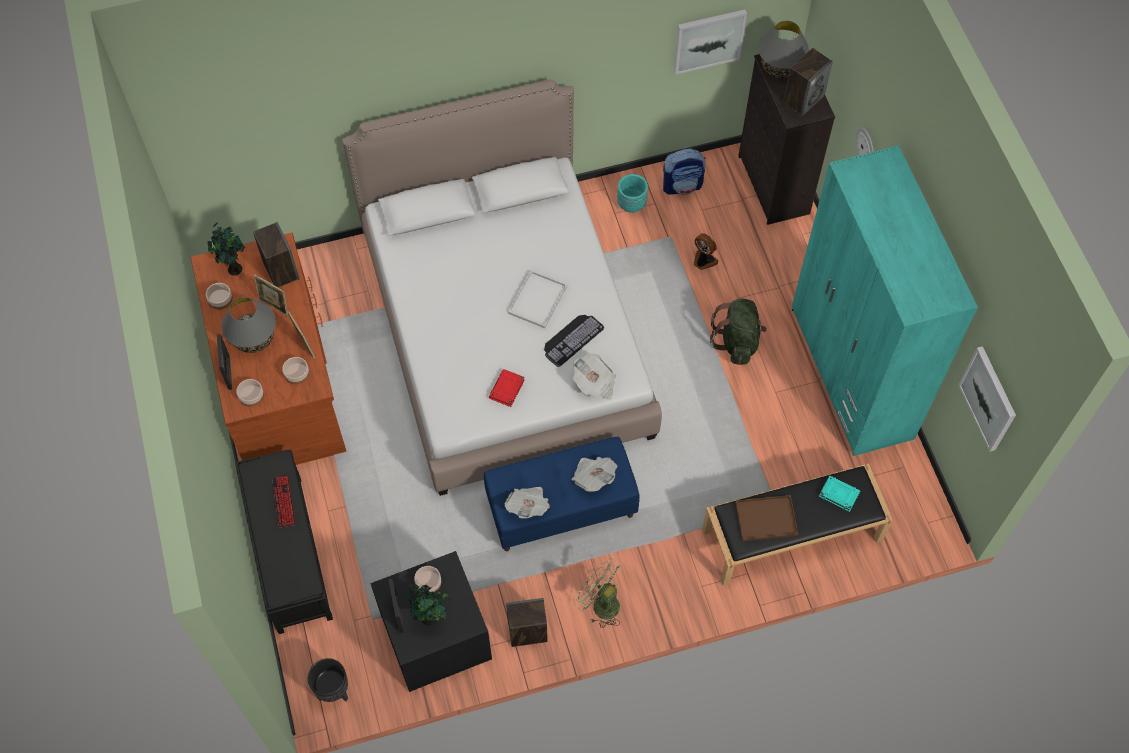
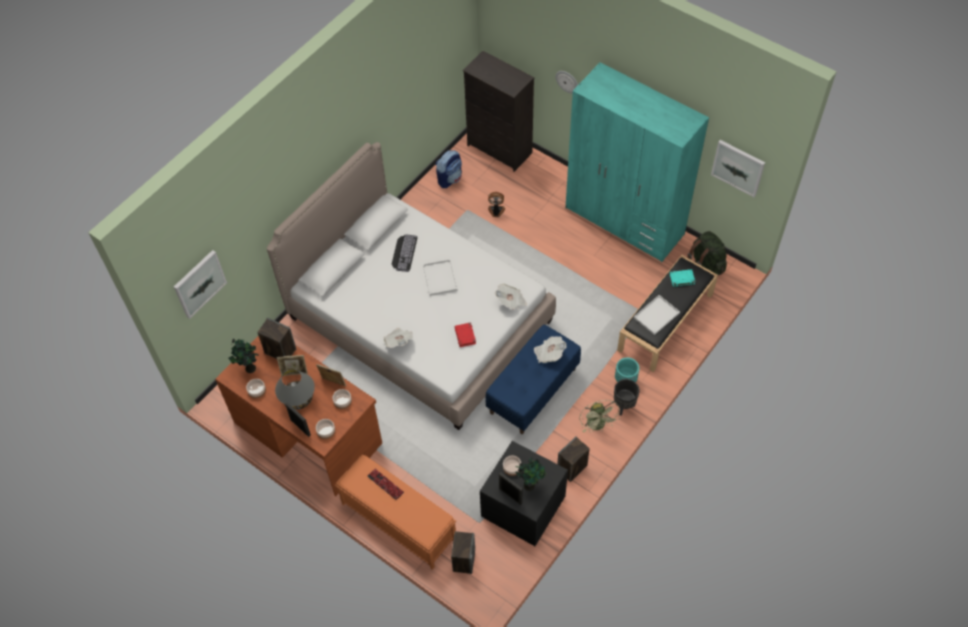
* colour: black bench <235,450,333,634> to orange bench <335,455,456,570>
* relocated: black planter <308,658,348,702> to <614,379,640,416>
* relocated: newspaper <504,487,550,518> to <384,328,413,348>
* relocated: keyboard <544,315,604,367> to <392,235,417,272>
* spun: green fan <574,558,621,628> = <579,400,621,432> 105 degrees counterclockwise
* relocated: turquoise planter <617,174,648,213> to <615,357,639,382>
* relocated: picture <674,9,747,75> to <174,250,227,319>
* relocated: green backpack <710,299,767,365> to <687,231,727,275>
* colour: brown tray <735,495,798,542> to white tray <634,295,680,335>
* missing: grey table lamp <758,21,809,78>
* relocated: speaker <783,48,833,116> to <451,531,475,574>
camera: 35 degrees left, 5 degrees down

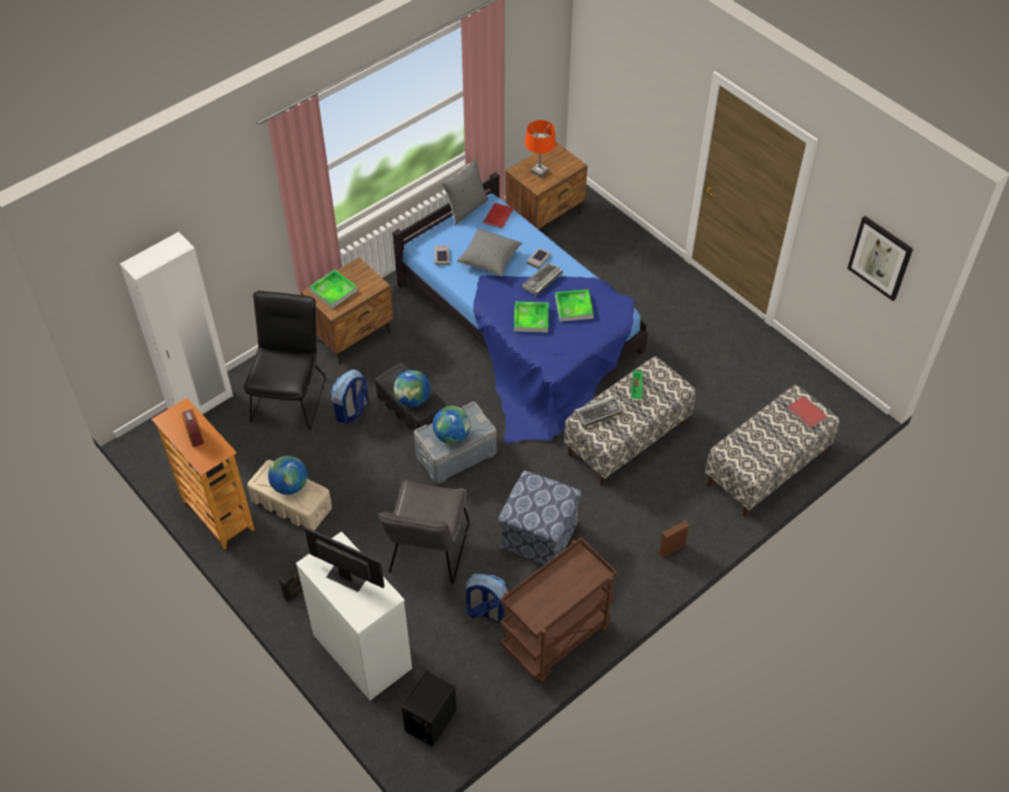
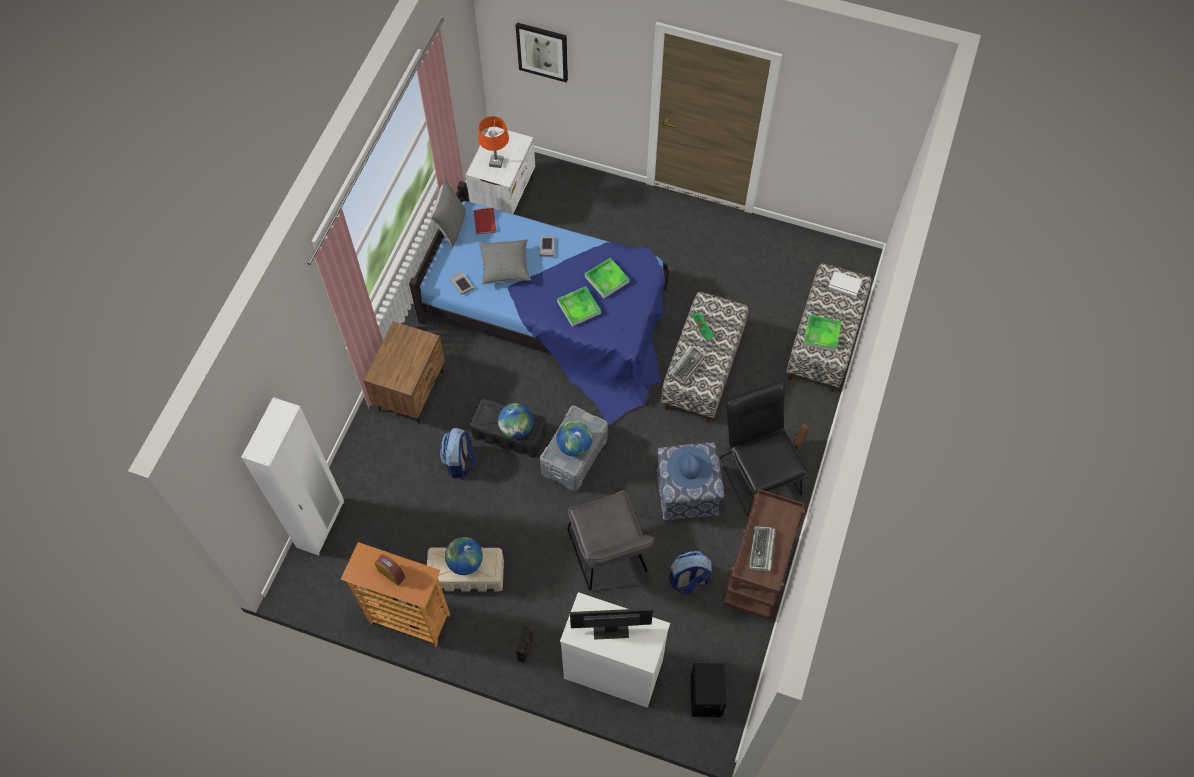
* relocated: black chair <244,291,326,430> to <720,382,808,516>
* relocated: tray <309,269,358,309> to <803,314,842,352>
* colour: brown nightstand <505,142,588,230> to white nightstand <466,127,535,214>
* relocated: keyboard <522,263,563,296> to <749,526,776,572>
* colour: red book <787,396,827,429> to white book <828,271,862,298>
* relocated: picture <847,216,913,301> to <516,23,568,83>
* appeared: blue hat <667,446,713,489>
camera: 30 degrees left, 10 degrees up

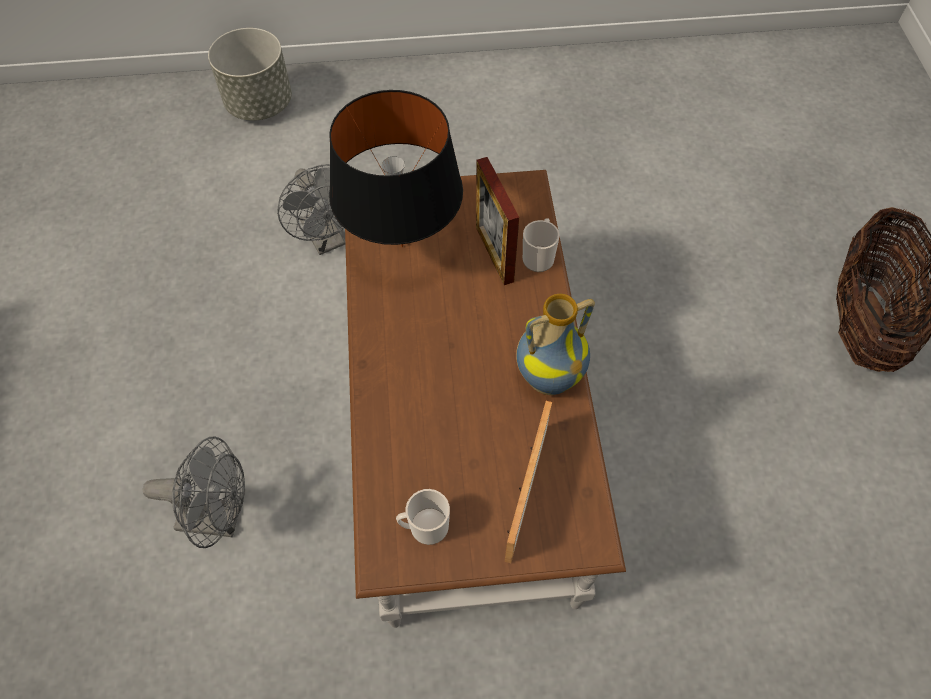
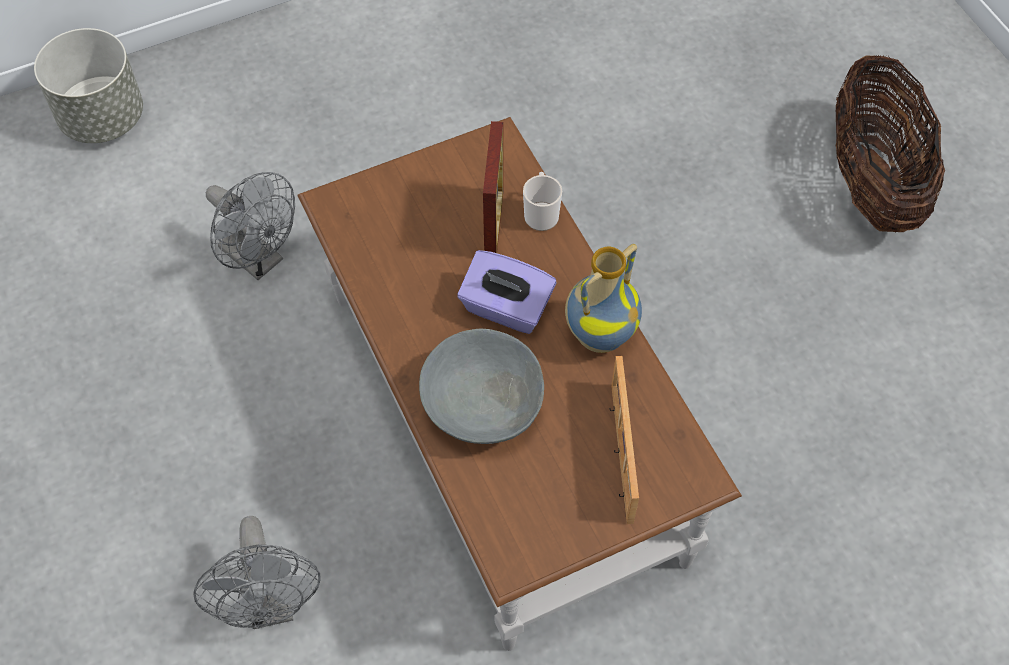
* spun: grey fan <142,437,245,548> = <193,516,321,629> 90 degrees clockwise
* missing: black table lamp <329,90,463,247>
* missing: mug <396,489,450,545>
* spun: picture frame <476,157,519,285> = <483,121,503,253> 135 degrees counterclockwise
* appeared: grey bowl <419,329,544,444>
* appeared: purple tissue box <457,250,556,334>
camera: 20 degrees left, 0 degrees up

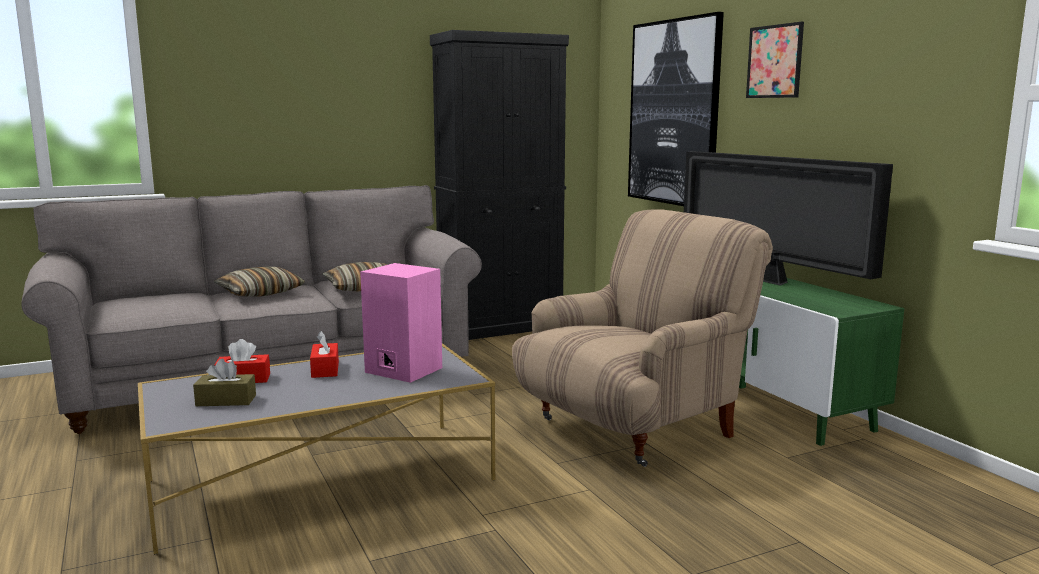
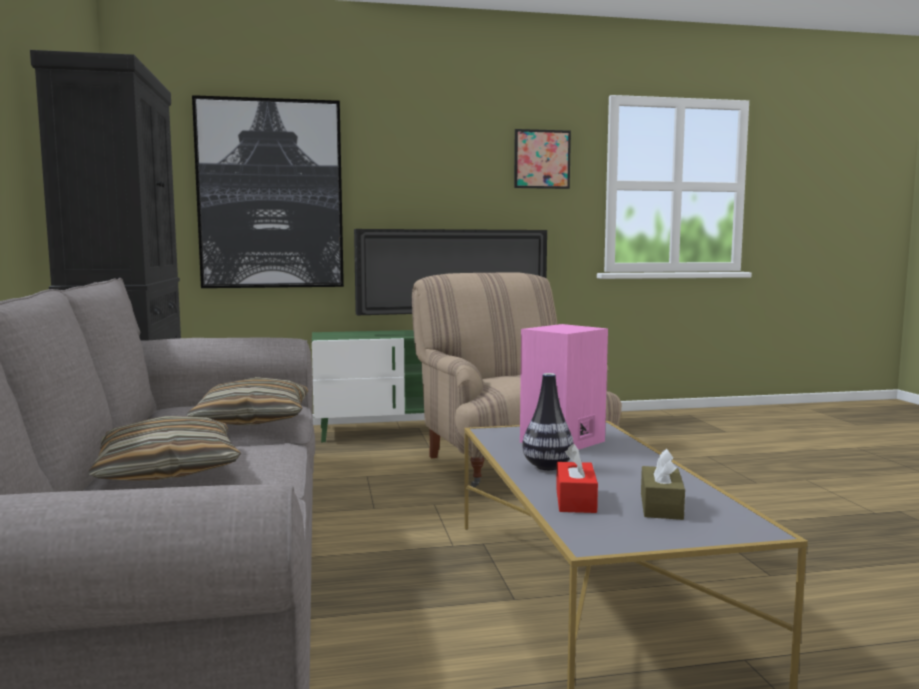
* exchanged: red tissue box <310,331,339,378> to vase <522,373,574,470>
* relocated: picture <746,22,804,98> to <514,129,571,189>
camera: 75 degrees left, 5 degrees down

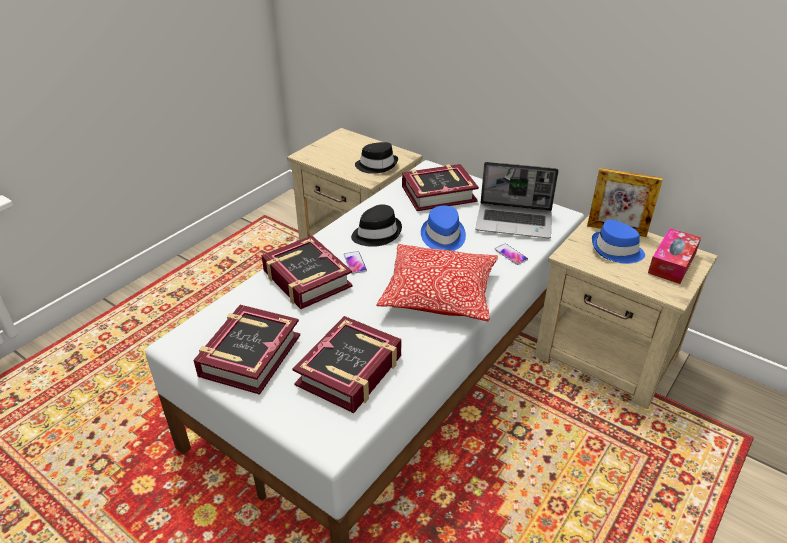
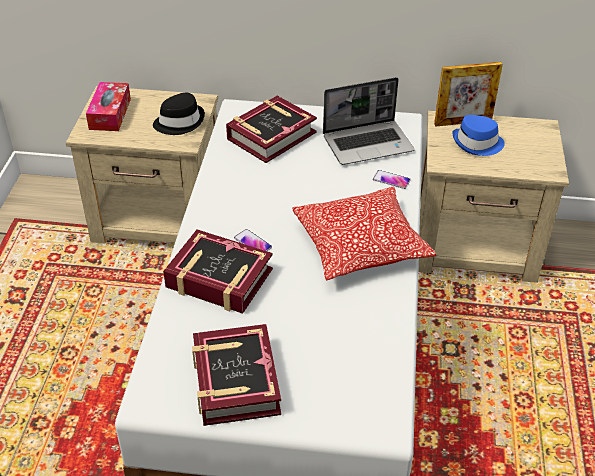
* missing: book <292,316,401,413>
* missing: black hat <351,204,402,247>
* missing: blue hat <421,206,466,251>
* relocated: tissue box <648,228,701,284> to <86,82,131,131>
camera: 30 degrees left, 5 degrees up

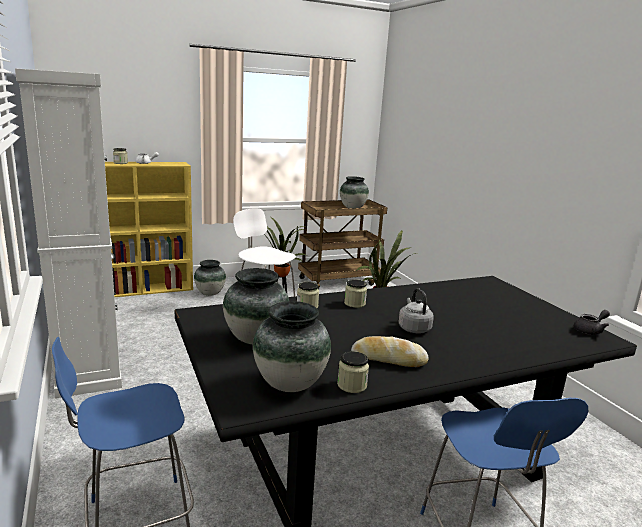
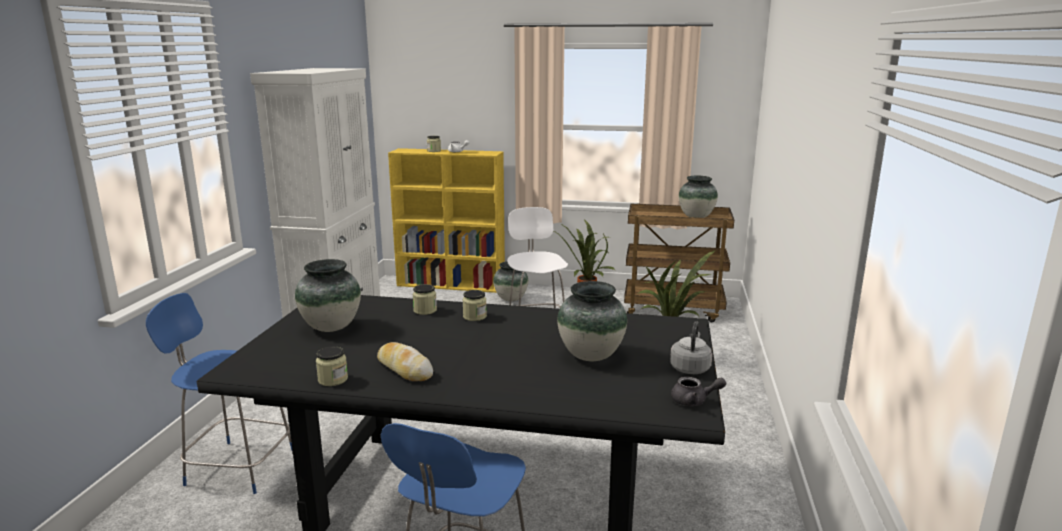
* relocated: vase <253,301,331,392> to <557,281,627,361>
* relocated: grey kettle <398,288,434,333> to <670,321,712,374>
camera: 35 degrees right, 0 degrees up

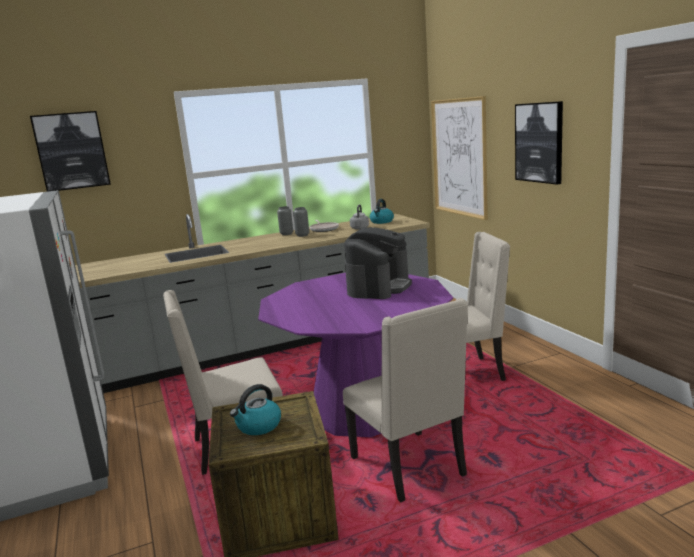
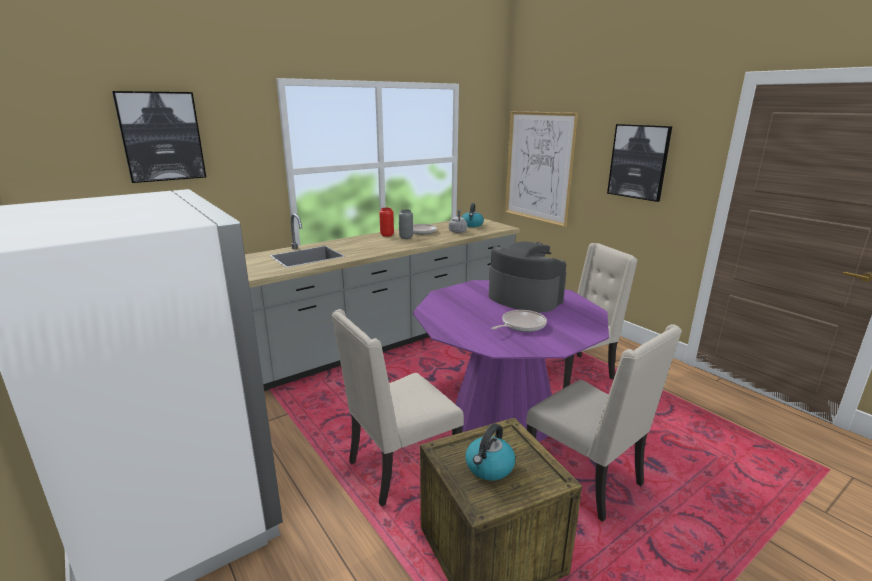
* colour: grey vase <277,206,293,235> to red vase <379,208,394,237>
* spun: coffee machine <344,227,412,299> = <489,241,566,312> 60 degrees counterclockwise
* appeared: frying pan <491,310,547,332>
camera: 15 degrees left, 5 degrees up

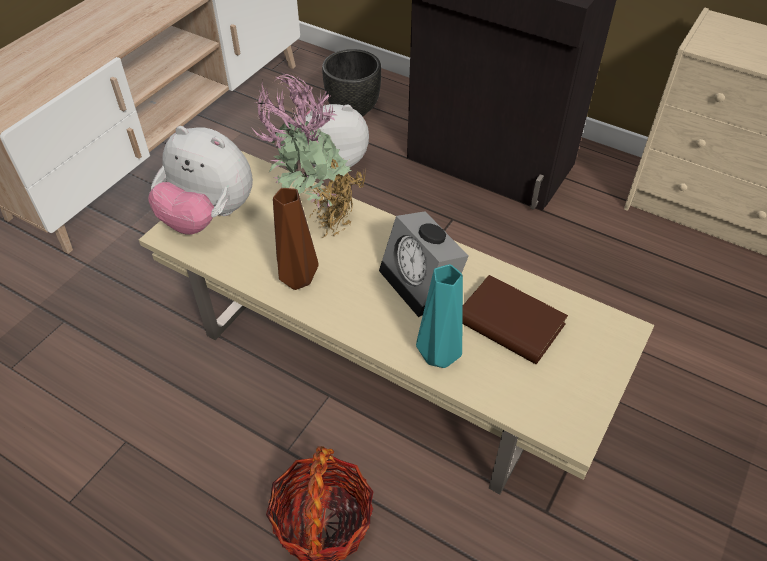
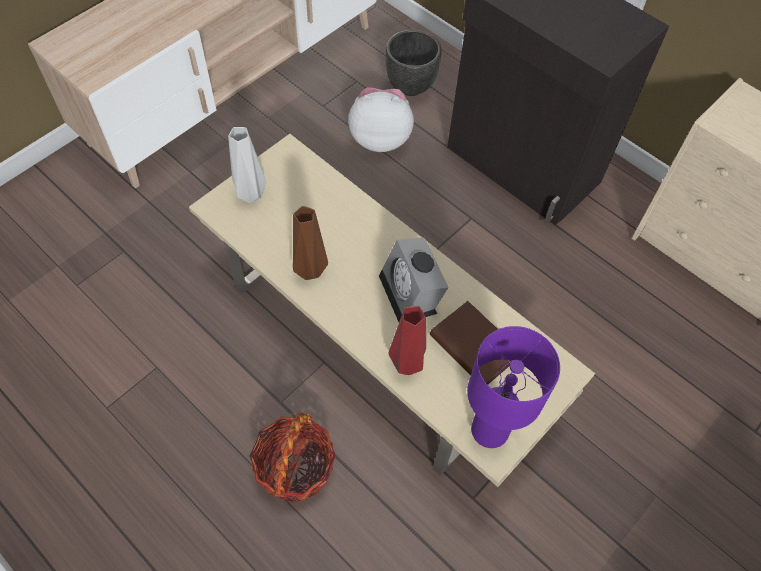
* exchanged: plush toy <148,126,253,235> to grey vase <228,127,266,203>
* missing: potted plant <250,72,366,238>
* colour: turquoise vase <416,264,463,368> to red vase <388,306,426,375>
* appeared: purple table lamp <467,326,560,448>
camera: 10 degrees right, 10 degrees up

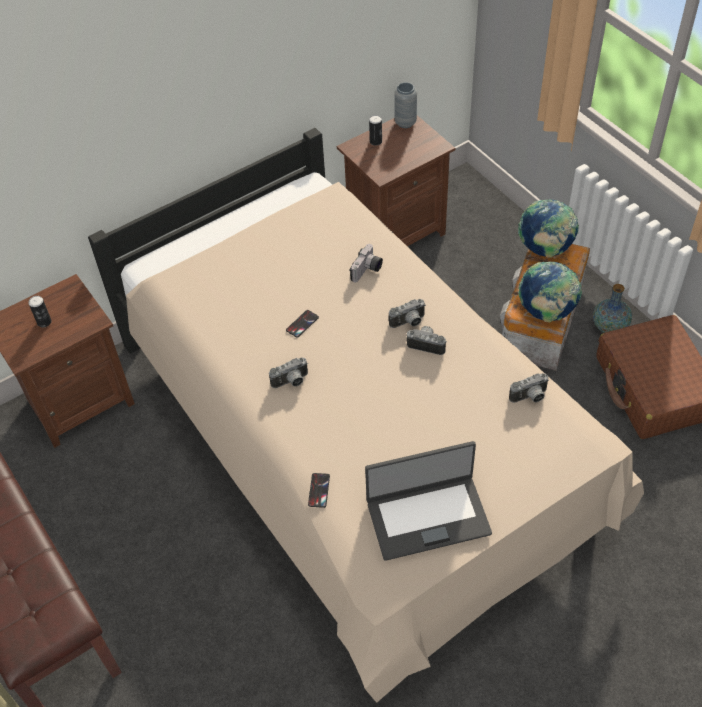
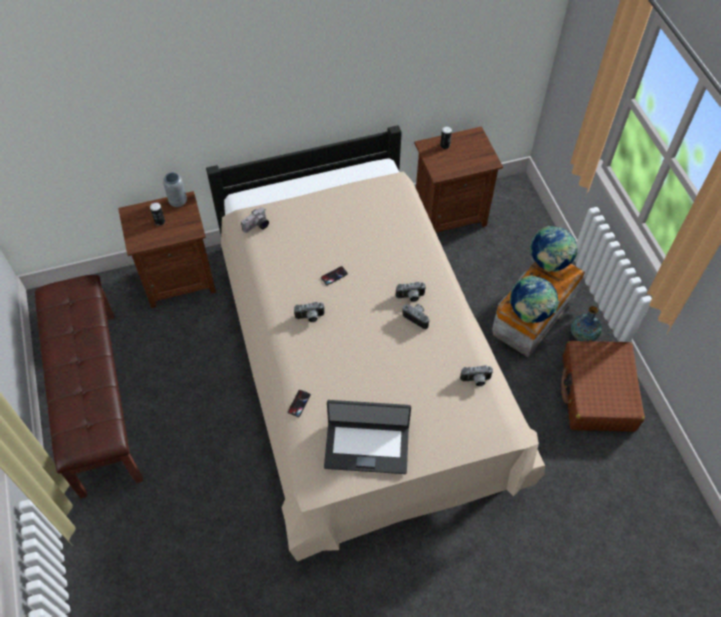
* relocated: photo camera <349,244,383,282> to <241,207,269,233>
* relocated: grey vase <394,82,417,128> to <163,172,187,207>
camera: 15 degrees right, 5 degrees up

